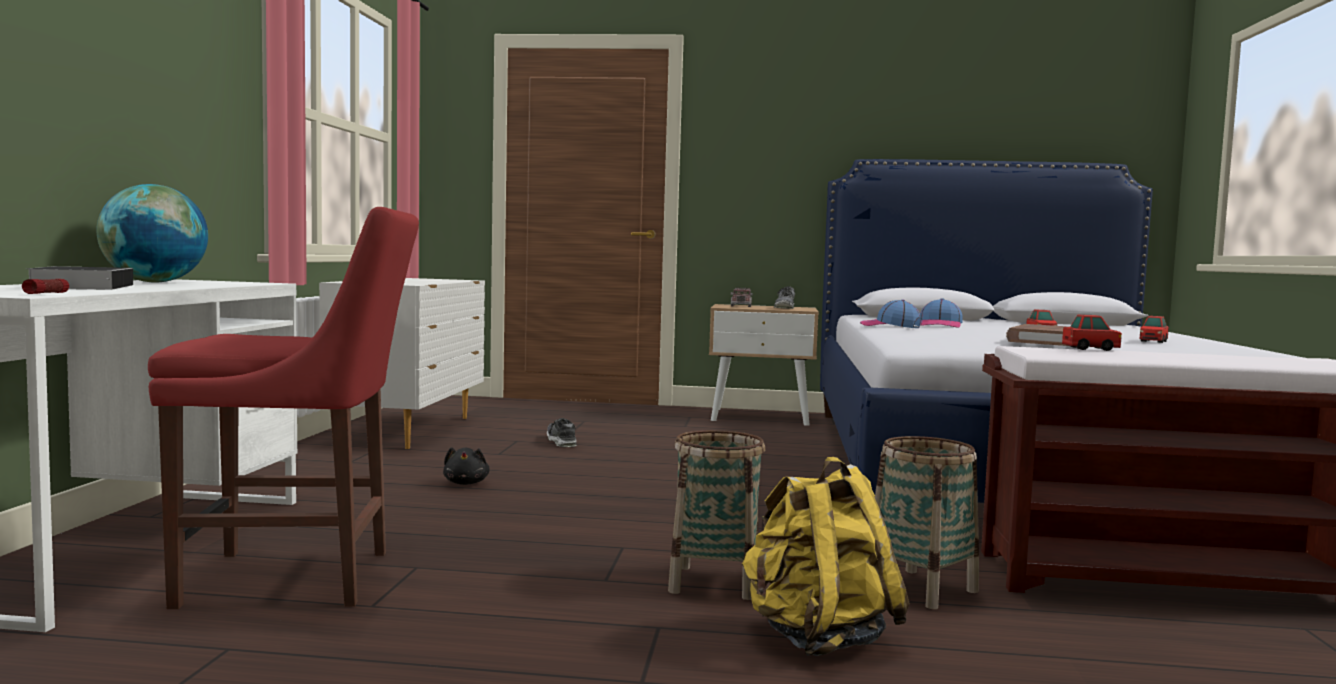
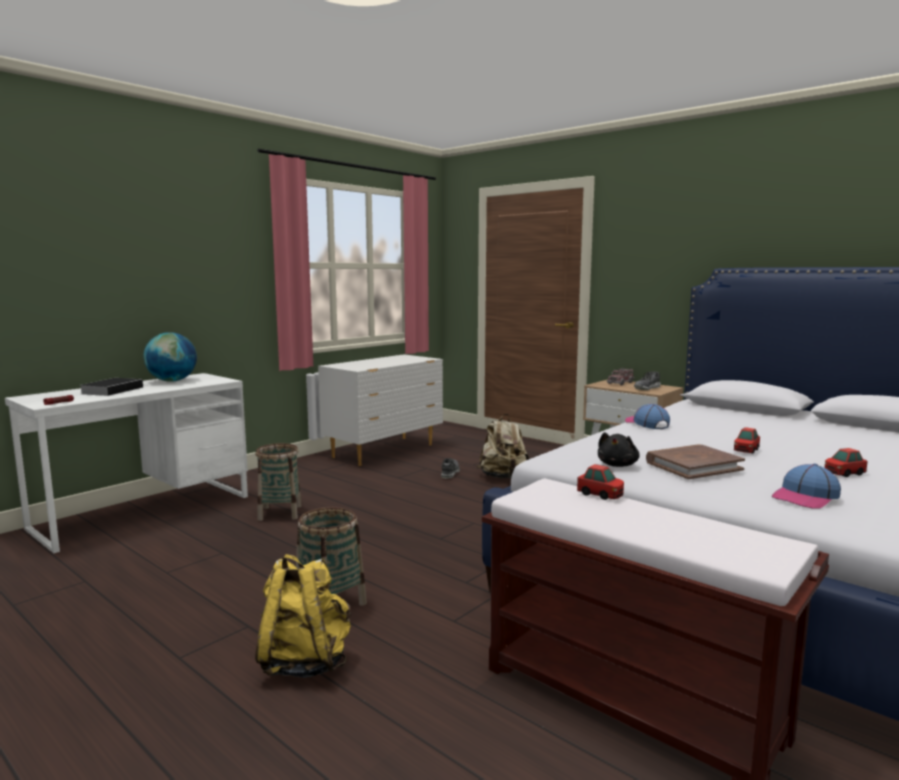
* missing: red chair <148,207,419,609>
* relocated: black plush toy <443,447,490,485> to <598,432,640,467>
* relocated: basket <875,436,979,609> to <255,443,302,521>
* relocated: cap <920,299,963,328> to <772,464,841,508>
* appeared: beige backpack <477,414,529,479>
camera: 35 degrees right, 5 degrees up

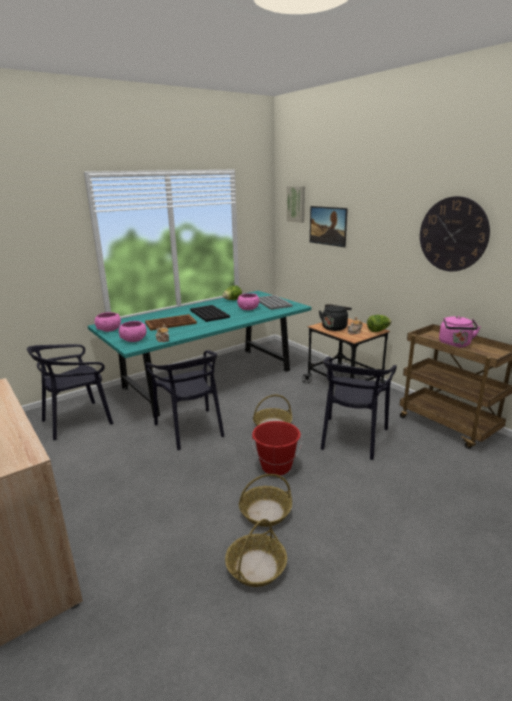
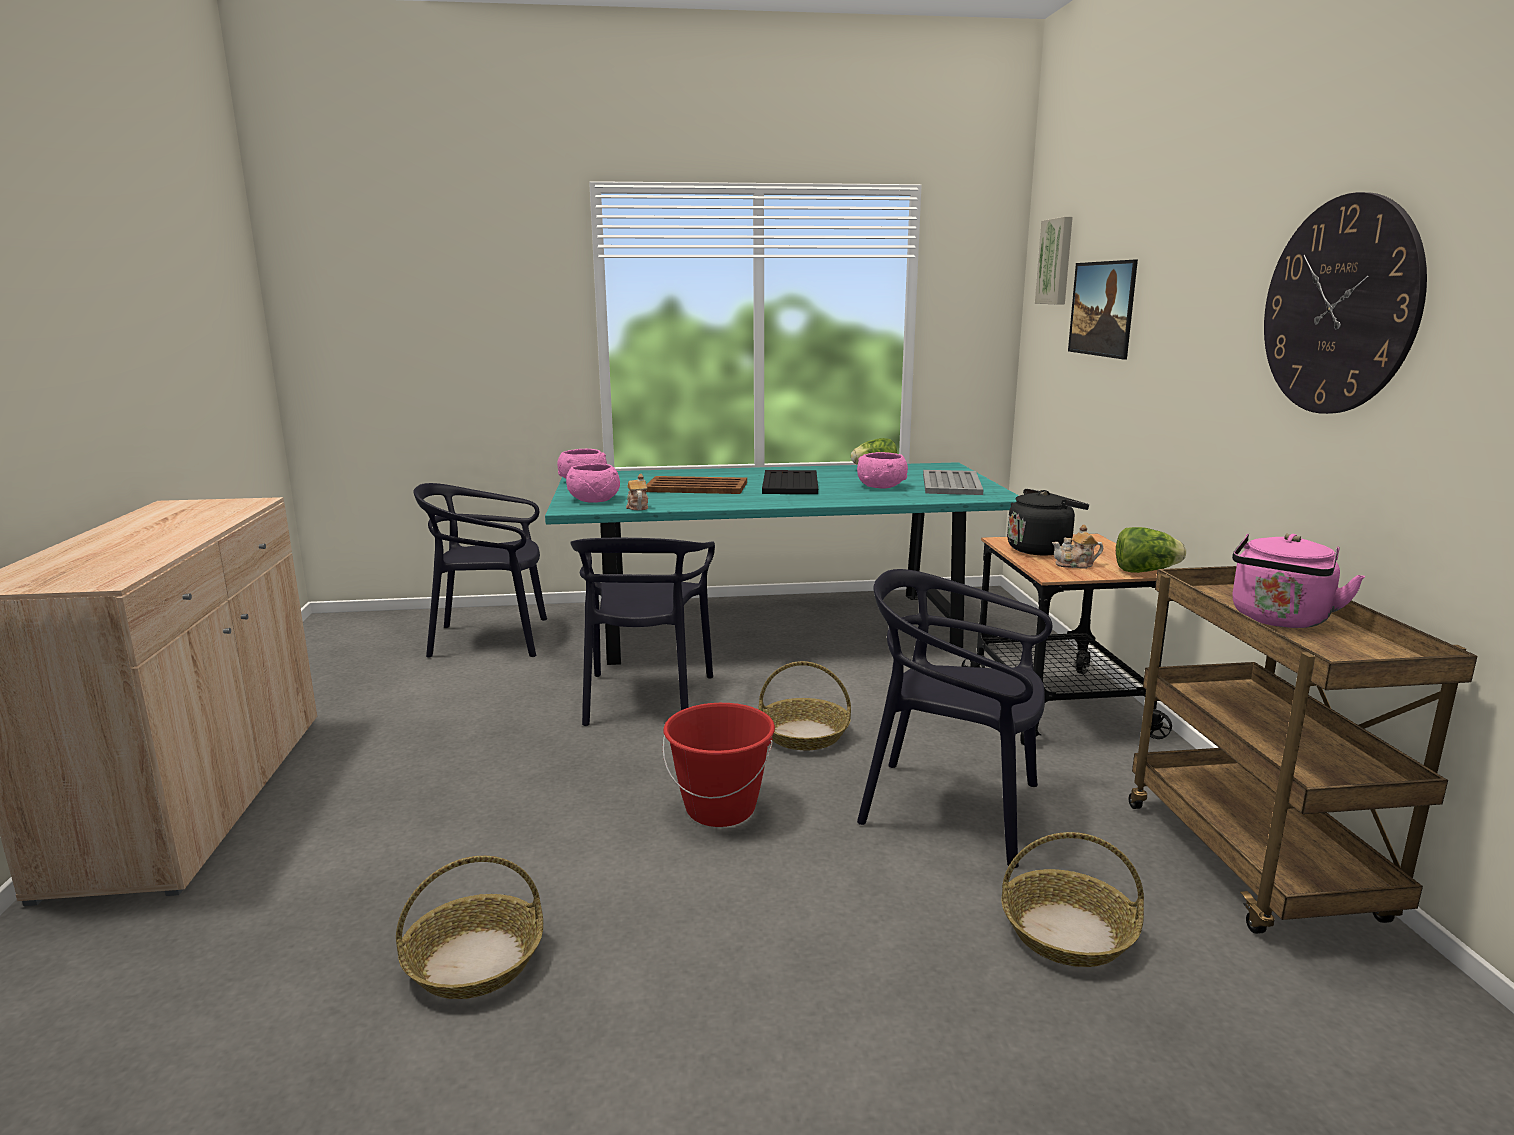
* relocated: basket <239,474,292,527> to <1001,832,1144,967>
* spun: black chair <321,356,397,460> = <857,569,1052,868> 60 degrees clockwise
camera: 30 degrees right, 5 degrees down

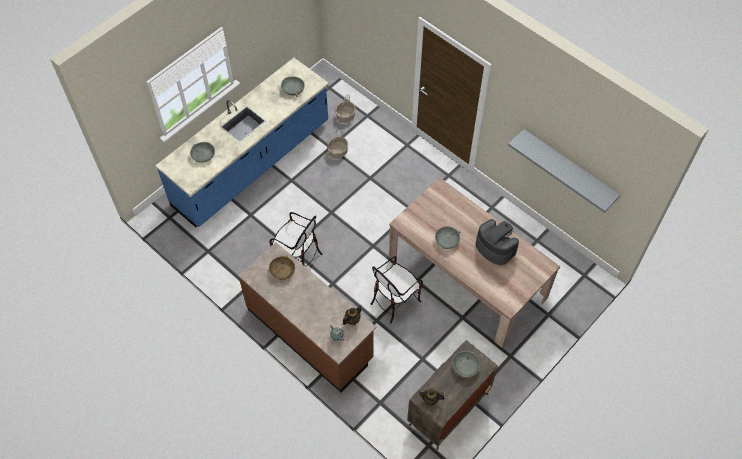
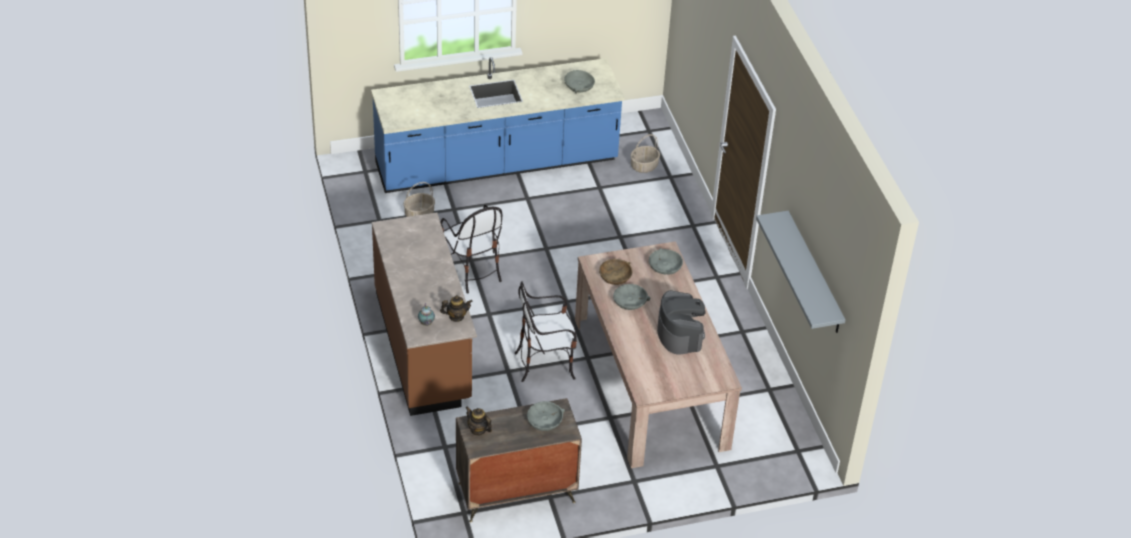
* relocated: grey bowl <190,142,215,163> to <649,248,683,274>
* relocated: brown bowl <269,255,295,280> to <599,259,632,285>
* relocated: basket <327,131,348,159> to <404,182,435,217>
camera: 30 degrees right, 15 degrees down

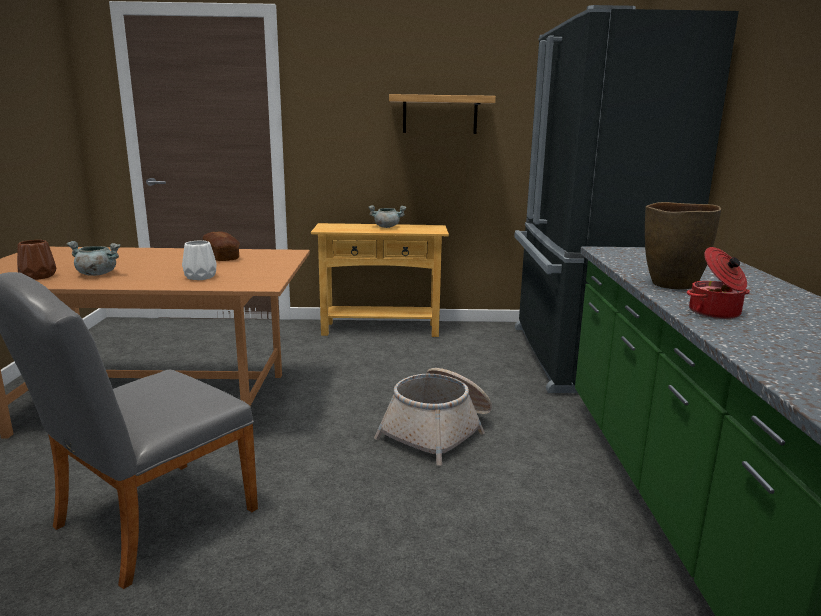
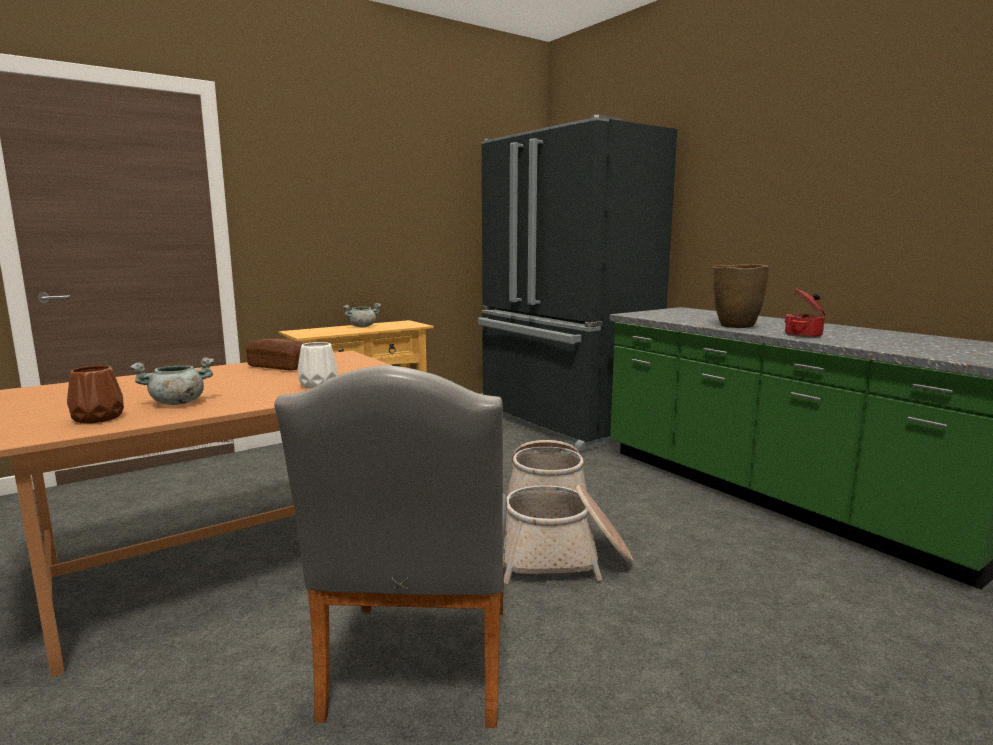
* missing: shelf <389,94,496,134>
* appeared: basket <504,485,633,584>
camera: 35 degrees left, 5 degrees down

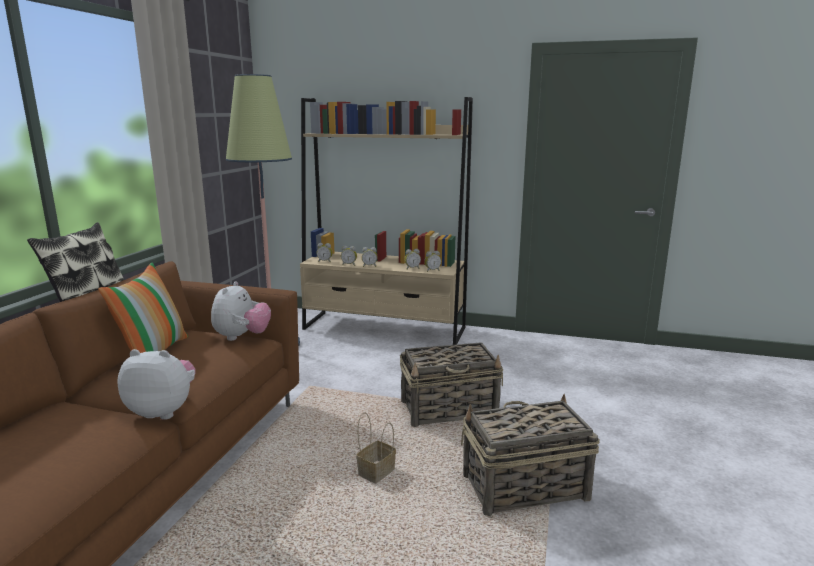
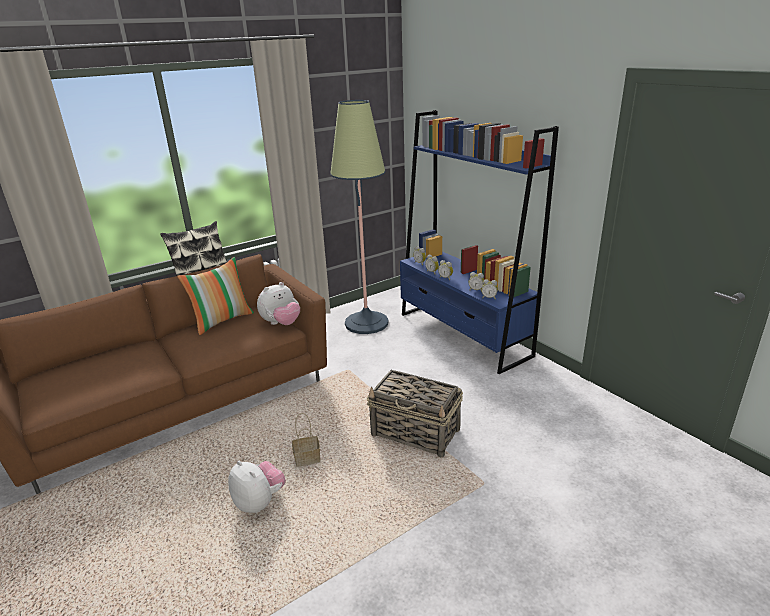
* relocated: plush toy <117,349,196,420> to <228,461,286,513>
* colour: beige bookcase <300,97,473,345> to blue bookcase <400,110,559,374>
* missing: basket <461,394,600,516>
camera: 40 degrees right, 10 degrees up

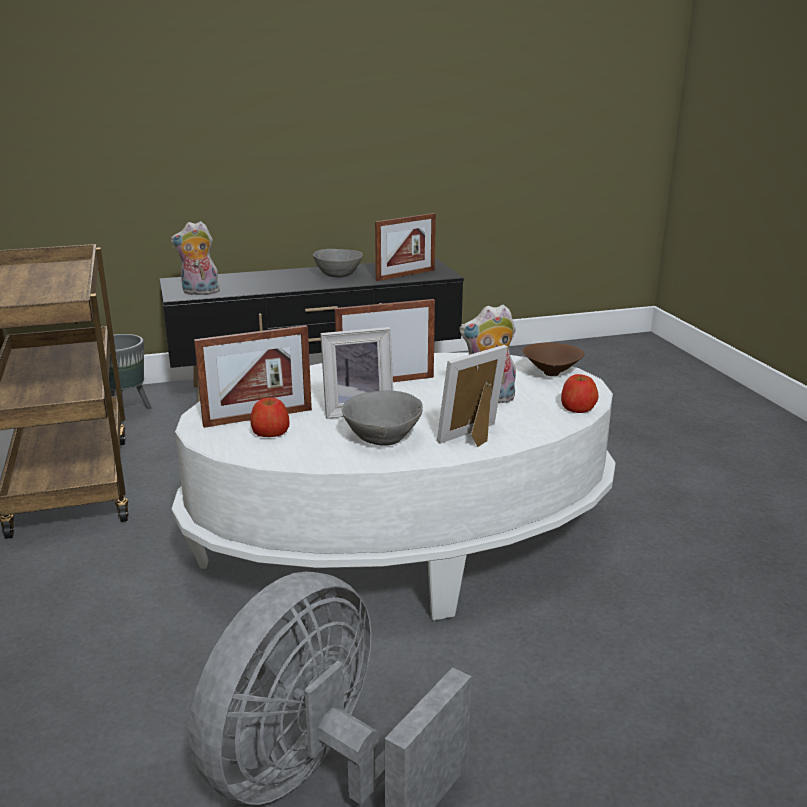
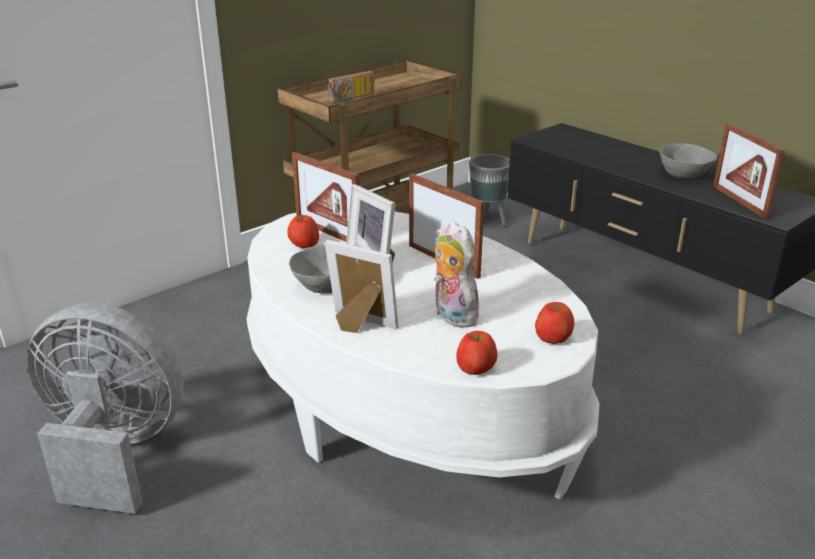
* missing: plush toy <171,221,220,295>
* spun: picture frame <375,213,436,281> = <713,123,785,219> 45 degrees clockwise
* exchanged: brown bowl <522,342,585,376> to apple <535,302,574,344>
* appeared: radio <328,71,375,103>
camera: 65 degrees right, 5 degrees up

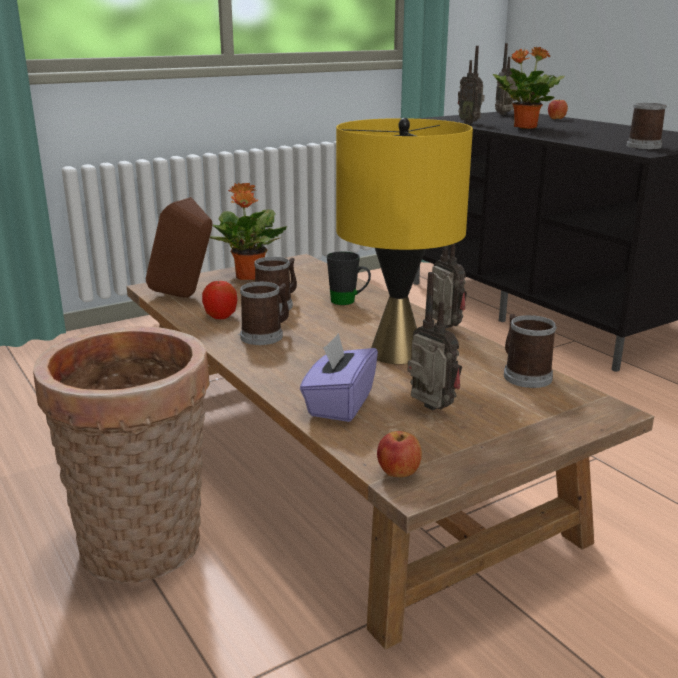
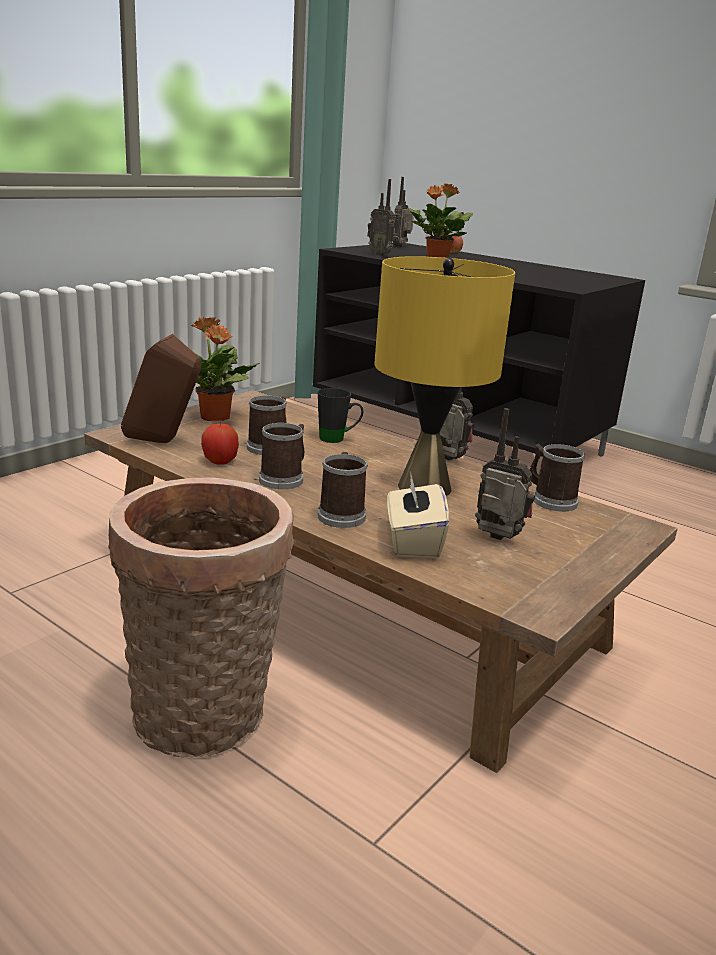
* colour: purple tissue box <300,333,378,422> to beige tissue box <387,474,449,559>
* missing: apple <377,431,422,477>
* relocated: mug <626,103,667,149> to <318,452,368,528>
camera: 20 degrees left, 0 degrees up

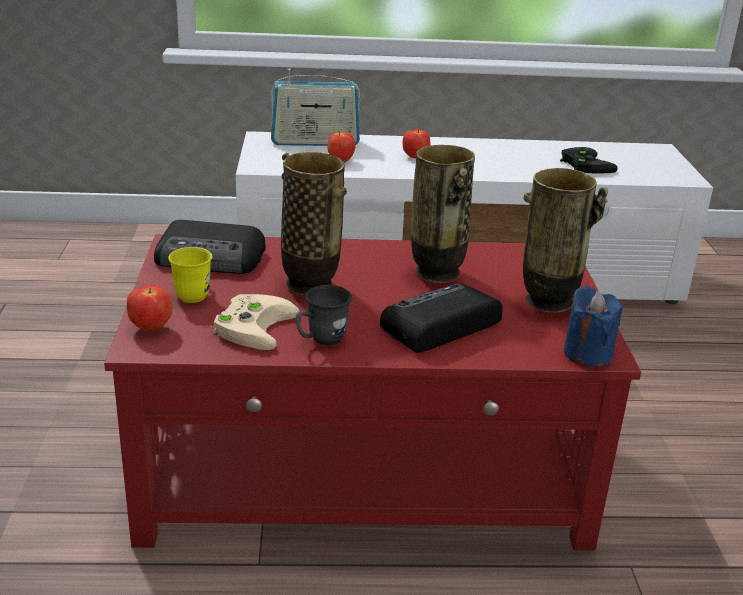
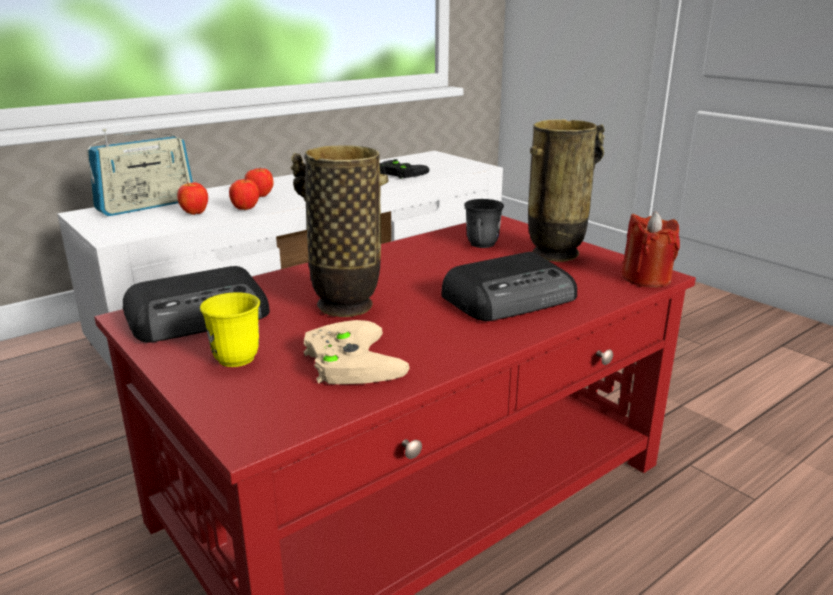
* relocated: apple <127,285,172,331> to <229,178,259,210>
* relocated: grey mug <296,285,352,345> to <464,199,504,248>
* spun: radio <380,284,503,353> = <441,252,577,321> 135 degrees counterclockwise
* missing: vase <411,145,475,283>
* colour: blue candle <564,286,623,367> to red candle <622,212,680,288>
camera: 35 degrees left, 5 degrees down

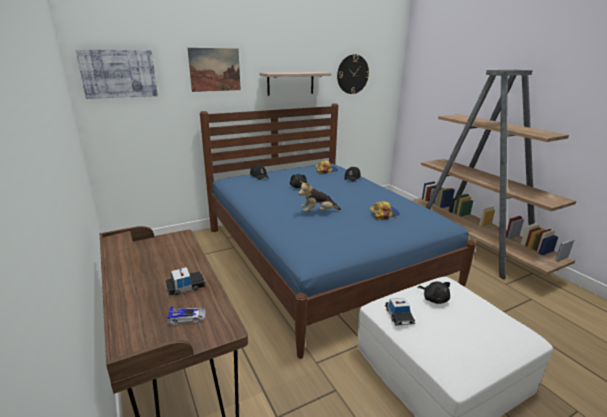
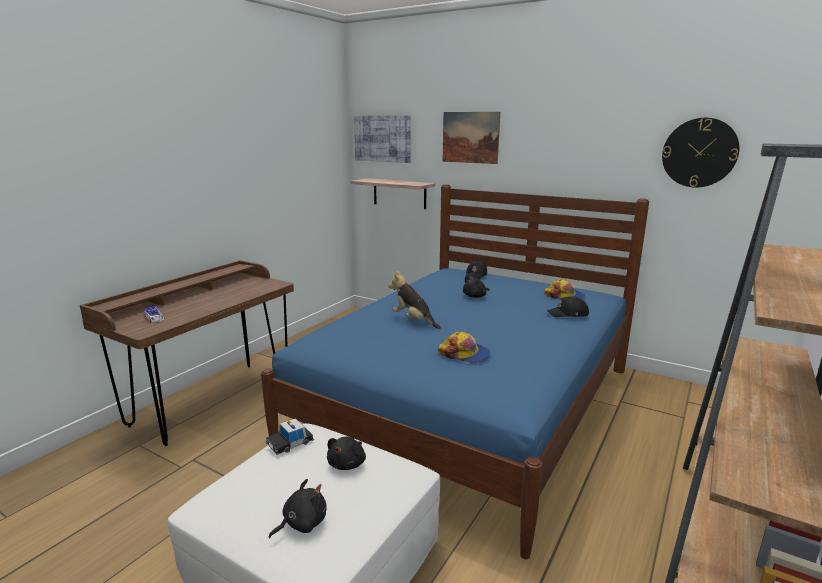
* missing: toy car <165,267,206,296>
* relocated: shelf <260,72,331,96> to <351,178,435,209>
* appeared: black plush toy <269,479,327,539>
camera: 60 degrees right, 5 degrees down

